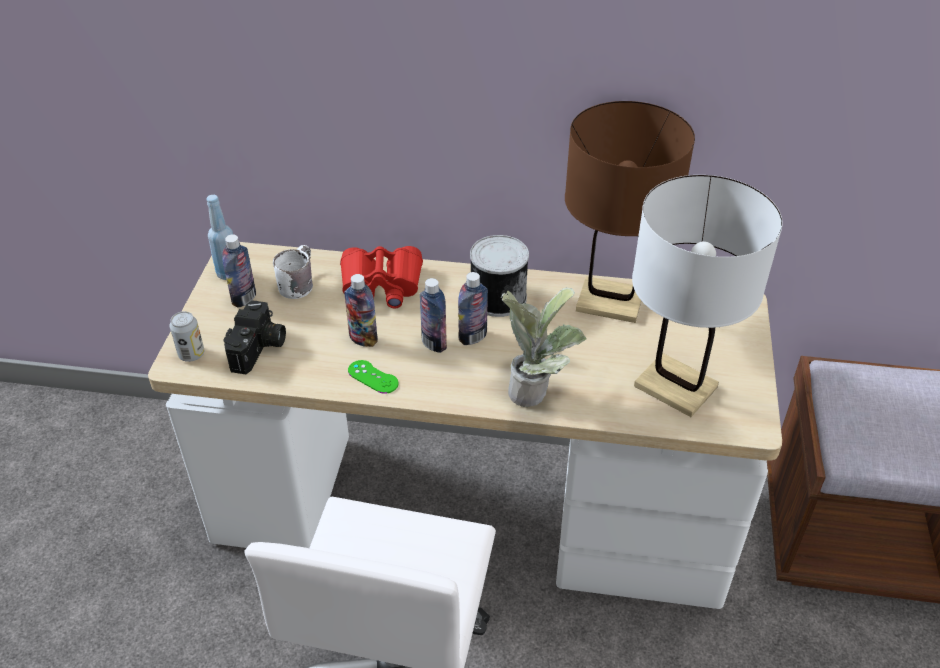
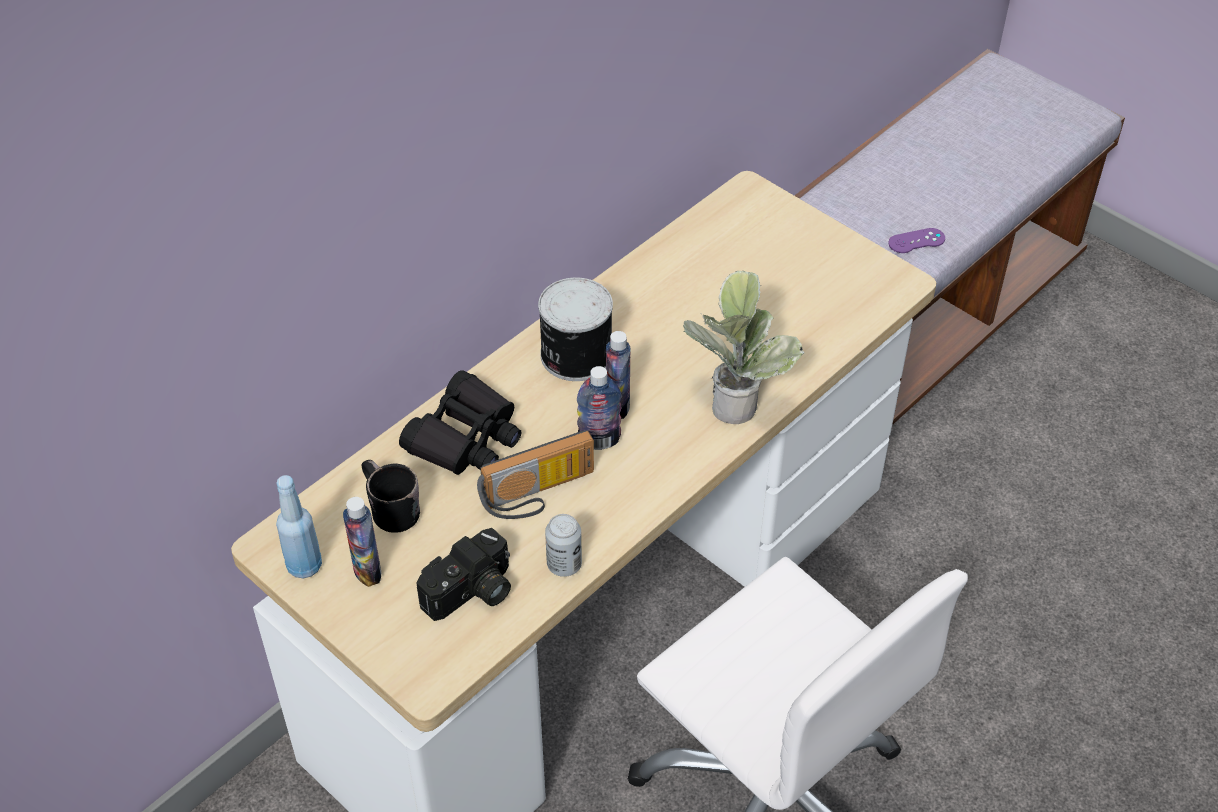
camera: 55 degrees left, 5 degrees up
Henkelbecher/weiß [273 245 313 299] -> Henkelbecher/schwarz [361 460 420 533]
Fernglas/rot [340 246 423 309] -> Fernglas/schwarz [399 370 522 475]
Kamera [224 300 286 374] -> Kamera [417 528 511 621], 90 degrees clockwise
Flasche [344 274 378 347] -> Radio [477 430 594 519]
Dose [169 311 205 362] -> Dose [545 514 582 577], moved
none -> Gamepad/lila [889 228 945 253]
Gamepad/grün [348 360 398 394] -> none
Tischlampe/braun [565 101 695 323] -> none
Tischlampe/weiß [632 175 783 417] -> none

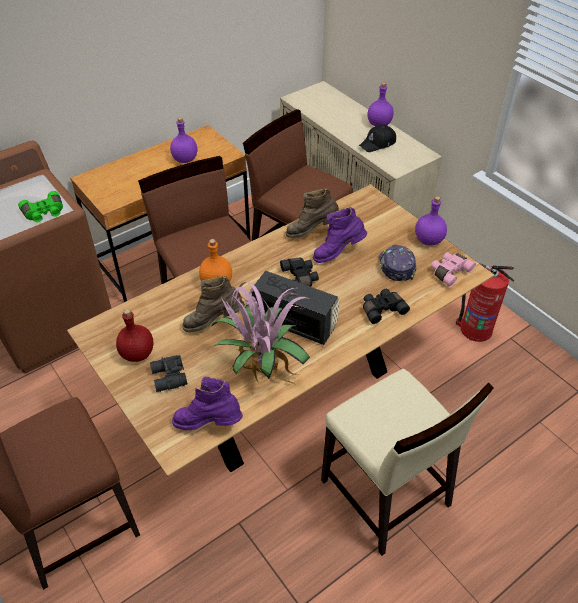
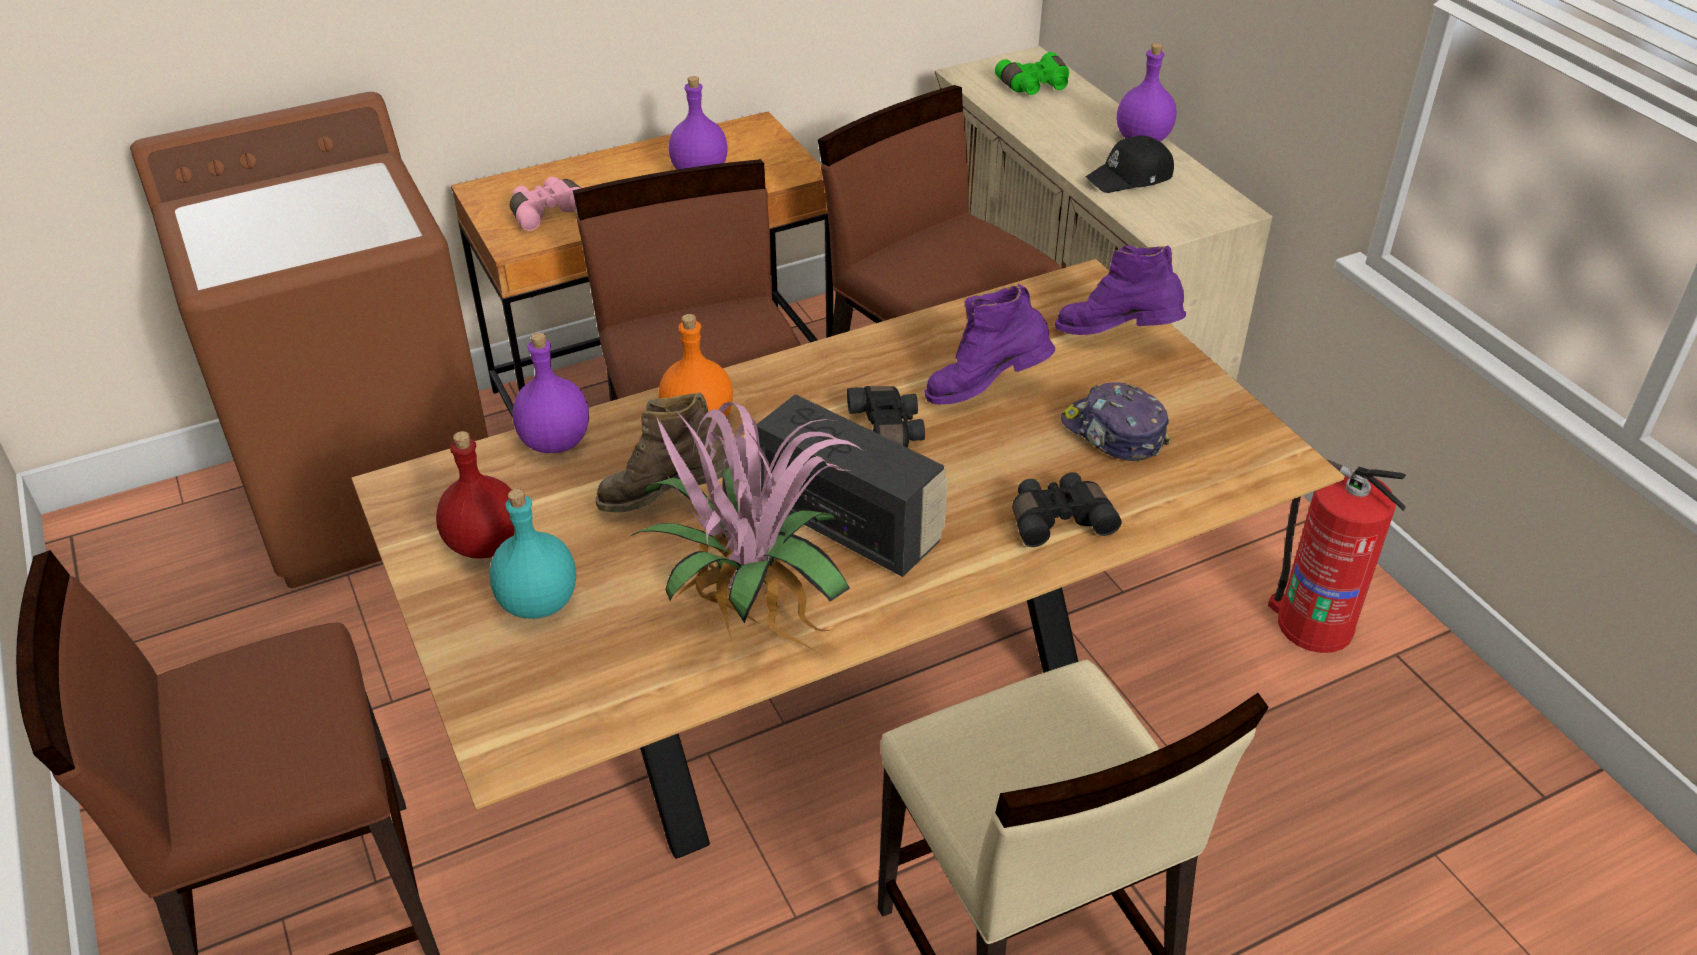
camera: 10 degrees right, 5 degrees down
Fernglas/schwarz [150 355 187 392] -> Flasche/türkis [489 489 576 619]
Fernglas/rosa [431 252 476 287] -> Fernglas/rosa [510 177 581 231], moved
Flasche/lila [415 196 447 246] -> Flasche/lila [513 332 589 453], moved
Fernglas/grün [18 191 63 223] -> Fernglas/grün [995 52 1069 95], moved
Stiefel/lila [172 377 243 430] -> Stiefel/lila [1055 245 1186 335], moved
Kappe [379 245 416 282] -> Kappe [1061 382 1171 461], 45 degrees counterclockwise
Stiefel/braun [286 188 339 238] -> none

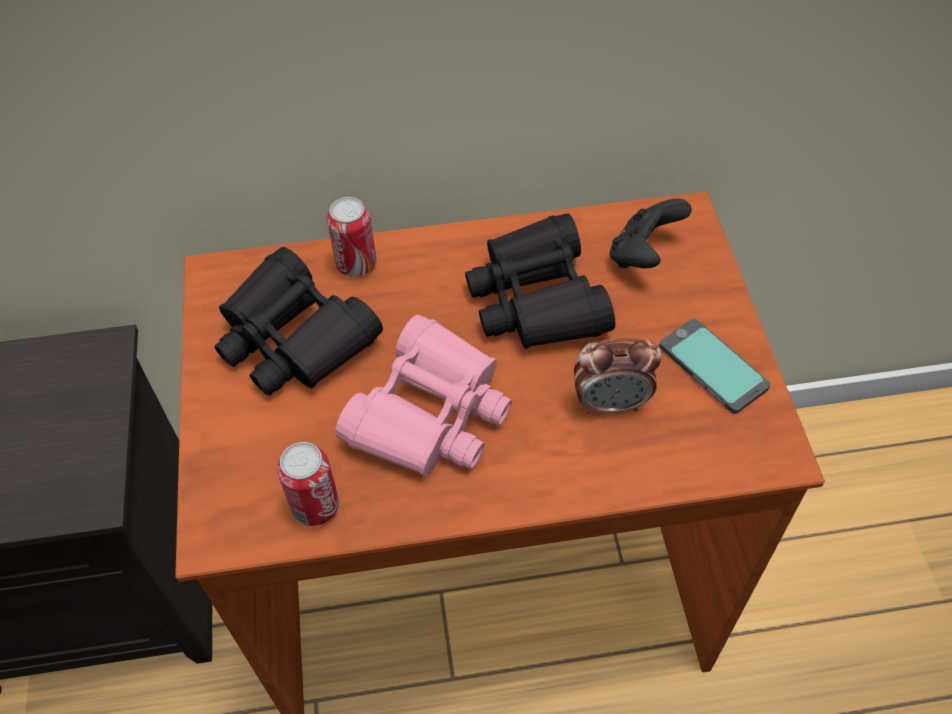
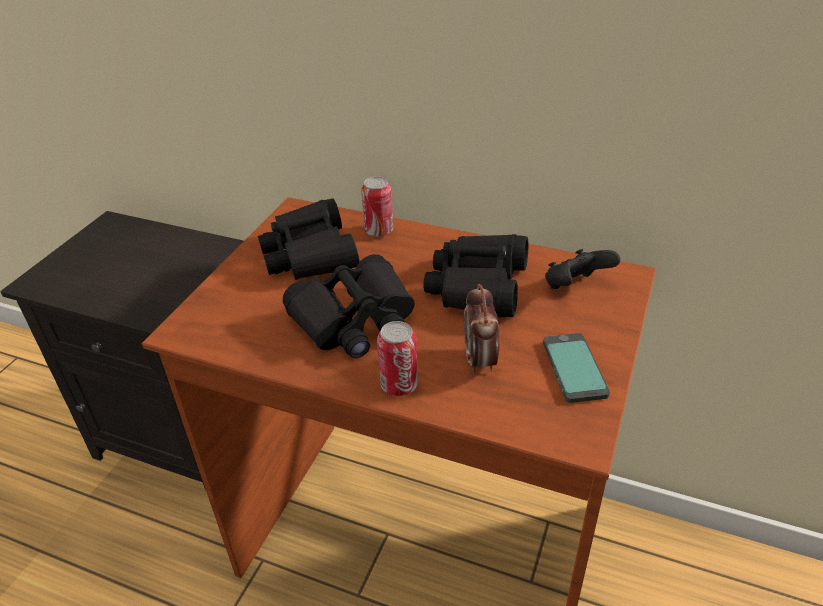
camera: 30 degrees right, 15 degrees down
Fernglas/rosa [335 315 512 476] -> Fernglas/schwarz [283 254 415 358]
Dose [277 442 339 526] -> Dose [377 321 418 396], moved
Wecker [574 337 662 414] -> Wecker [464 284 500 375], 60 degrees clockwise

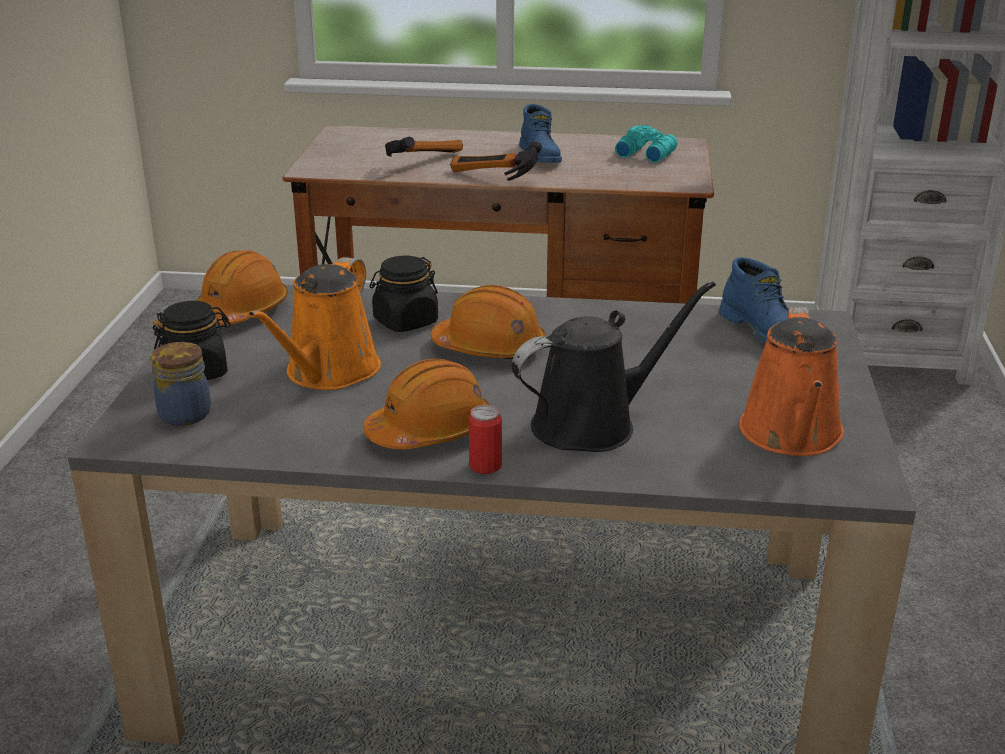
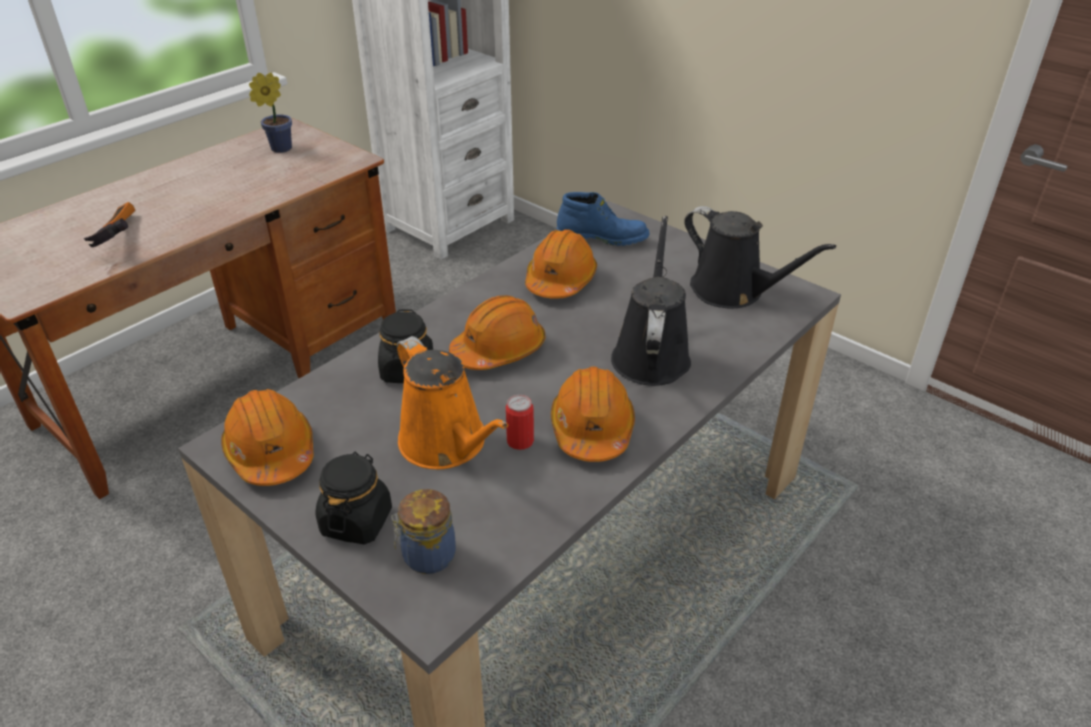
camera: 55 degrees left, 10 degrees up
Fernglas/türkis [615 125 677 163] -> Topfpflanze [249 73 292 153]
Dose [469 405 502 474] -> Dose [506 395 534 450], moved
none -> Schutzhelm/orange [525 229 597 299]
Gießkanne/orange [739 307 844 456] -> Gießkanne/schwarz [684 206 836 308]
Hammer [450 141 542 181] -> none
Stiefel/blau [519 104 562 163] -> none

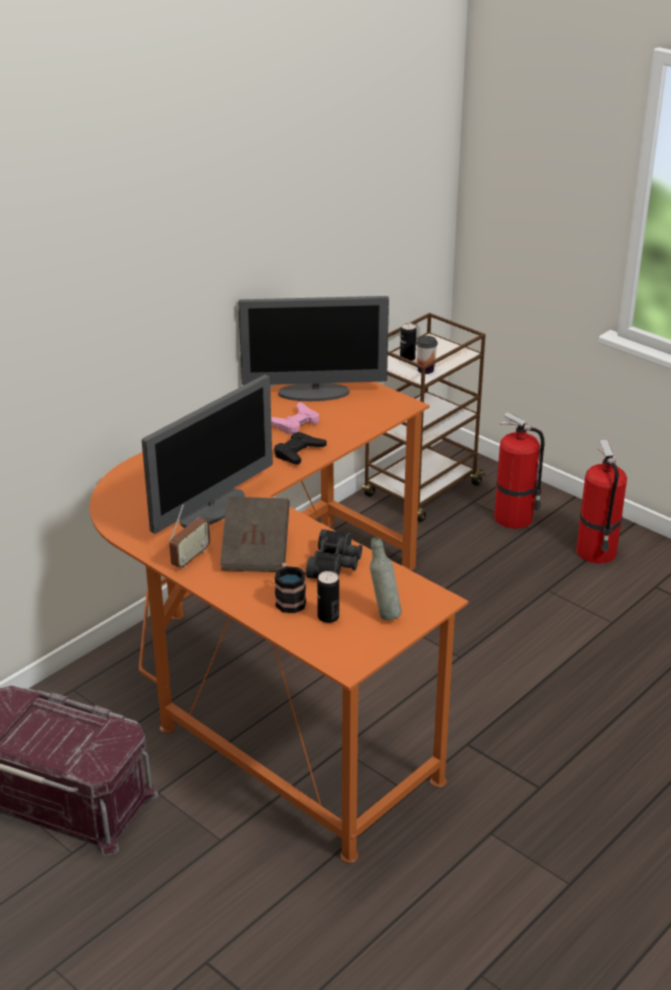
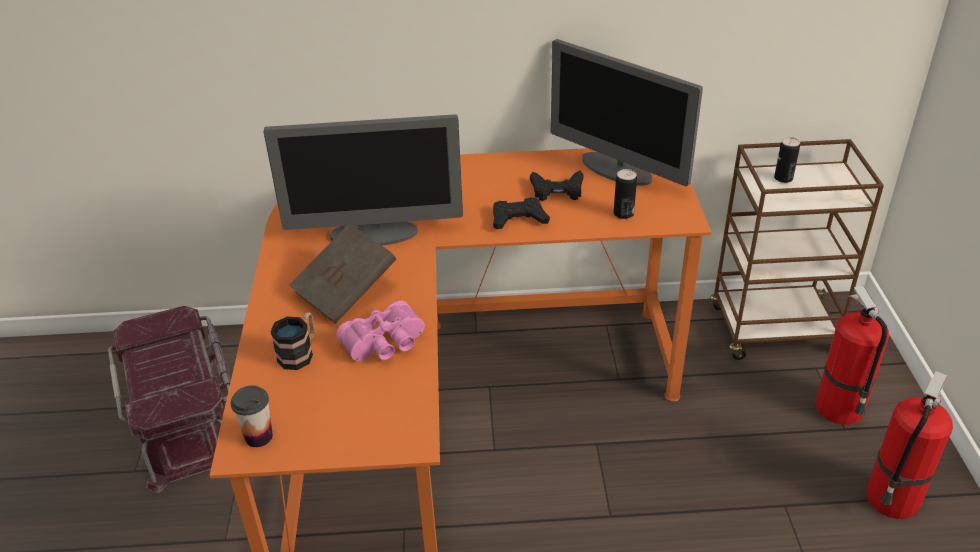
camera: 45 degrees right, 5 degrees up
Tasse [416 336 438 374] -> Tasse [231 385 273 447], moved
Fernglas/schwarz [306 529 362 579] -> Fernglas/rosa [336 301 425 361]
Gamepad/rosa [271 402 319 434] -> Gamepad/schwarz [530 171 584 201]
Dose [317 571 339 623] -> Dose [614 169 637 219], moved
Radio [169 504 210 568] -> none
Flasche/grau [370 537 401 620] -> none

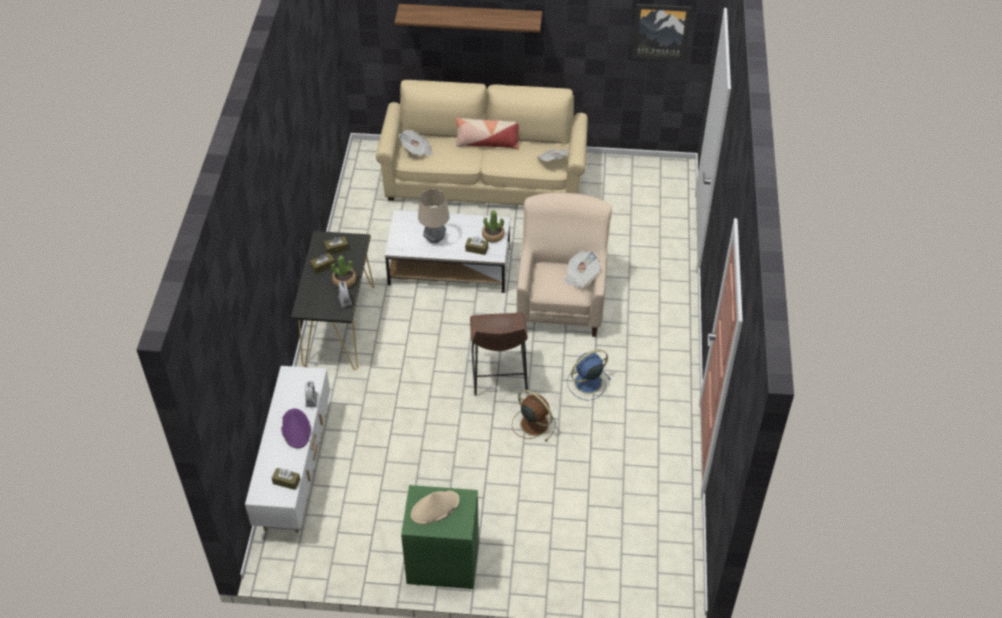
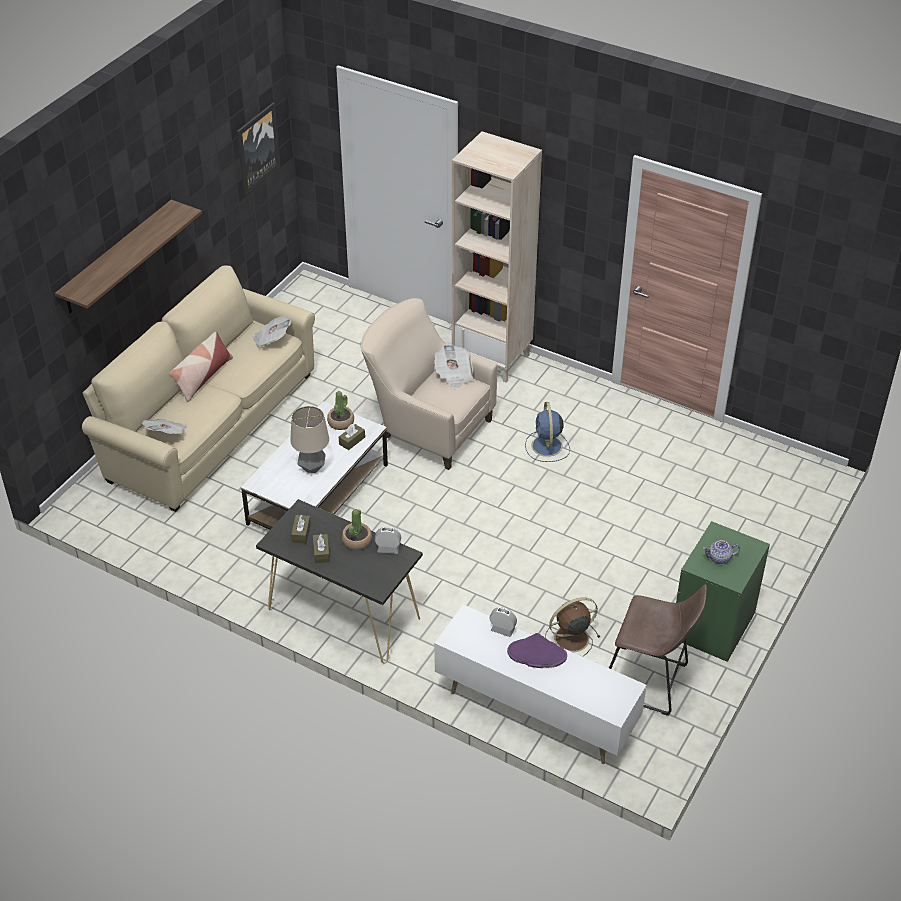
camera: 65 degrees left, 5 degrees down
none -> Bücherregal/beige [452 131 542 383]
Ventilator/braun [512 390 556 441] -> Ventilator/braun [545 597 600 657], moved
Hocker/braun [470 313 528 396] -> Hocker/braun [609 585 707 716], moved
Hut/beige [411 490 460 524] -> Teekanne [703 540 740 564]
Taschentuchbox/braun [272 468 301 490] -> none

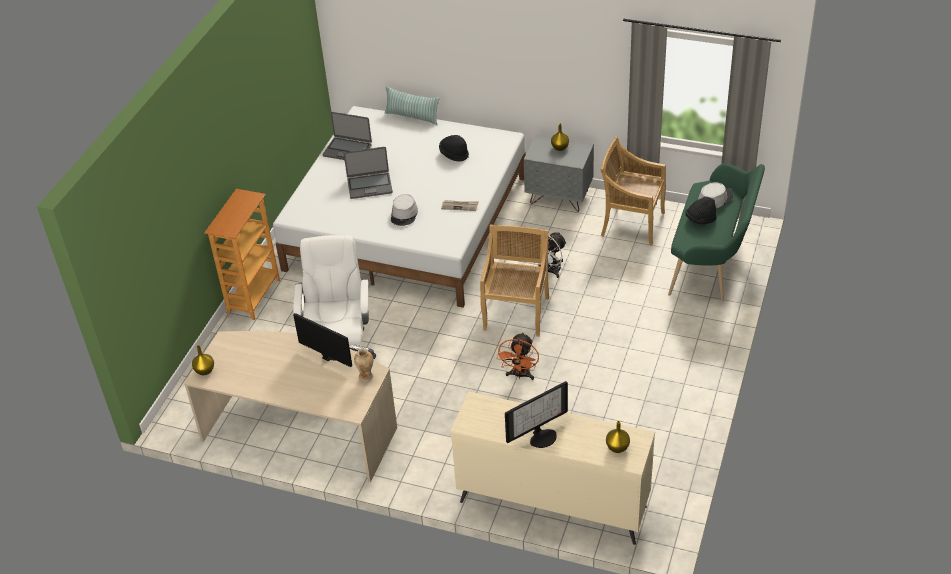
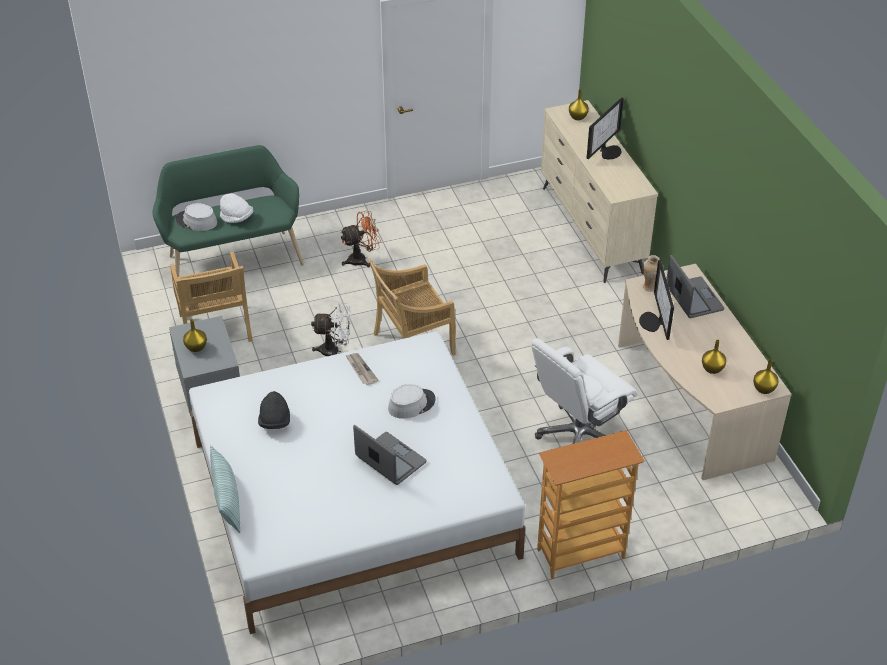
camera: 130 degrees left, 0 degrees up
Hut/schwarz [685 197 717 224] -> Hut/weiß [220 193 253 223]
Ventilator/orange [497 333 539 380] -> Ventilator/orange [340 211 381 267], moved
Monitor [505 381 568 448] -> Monitor [587 97 624 159], 105 degrees clockwise
Laptop [323 112 372 160] -> Laptop [666 255 724 318], moved
none -> Vase/gelb [702 340 726 374]

